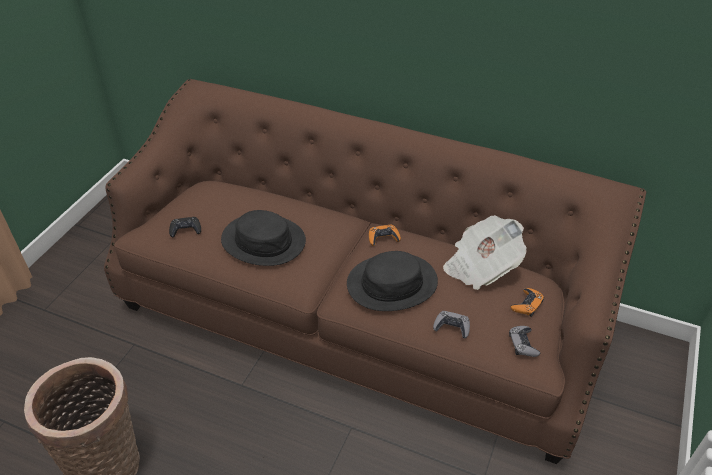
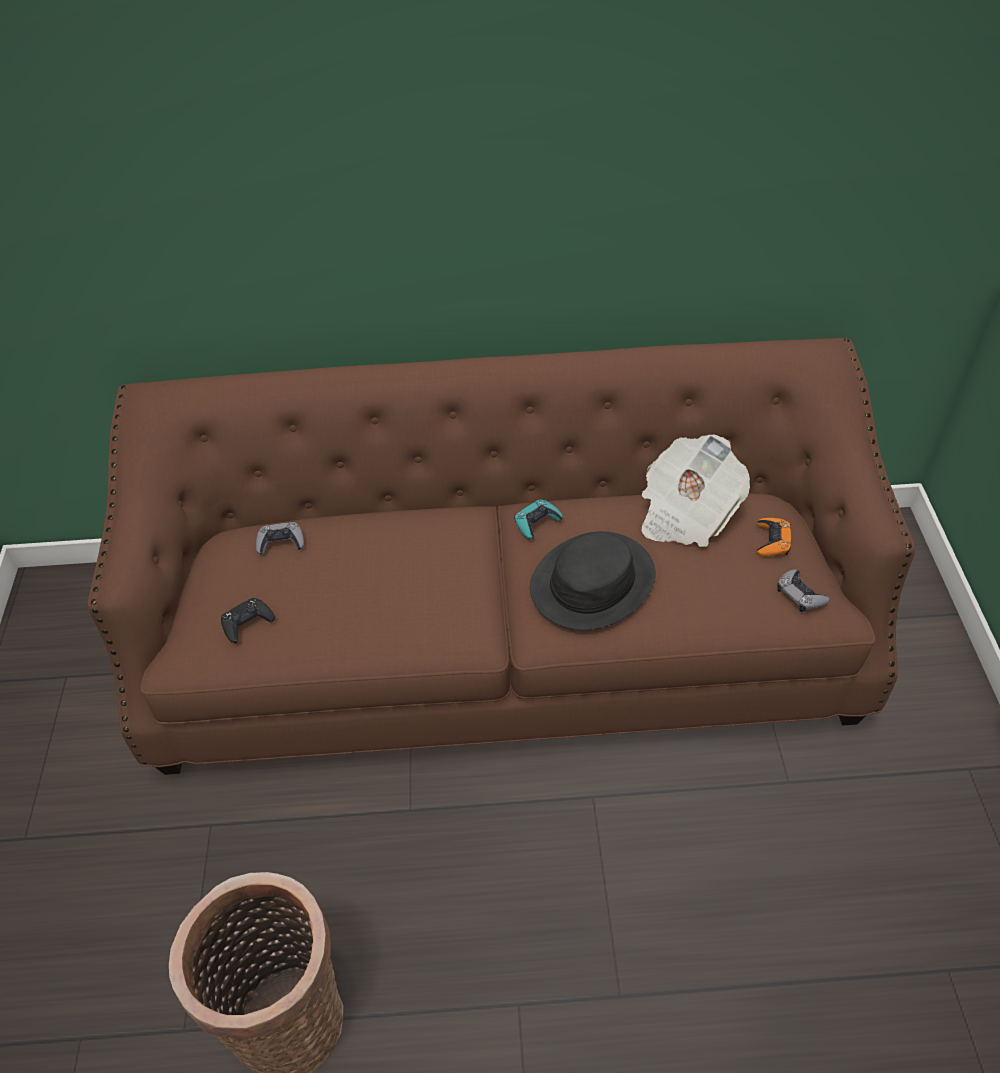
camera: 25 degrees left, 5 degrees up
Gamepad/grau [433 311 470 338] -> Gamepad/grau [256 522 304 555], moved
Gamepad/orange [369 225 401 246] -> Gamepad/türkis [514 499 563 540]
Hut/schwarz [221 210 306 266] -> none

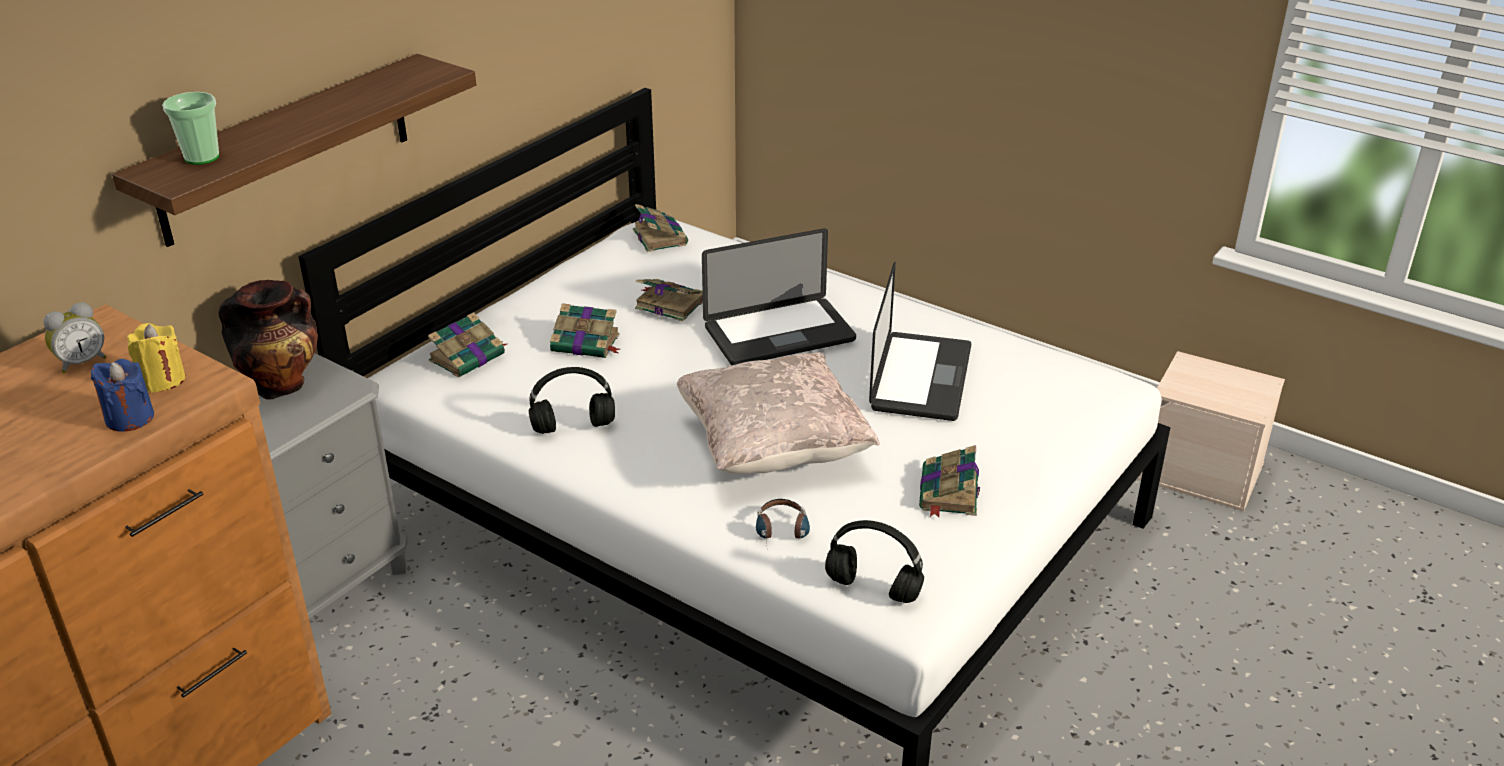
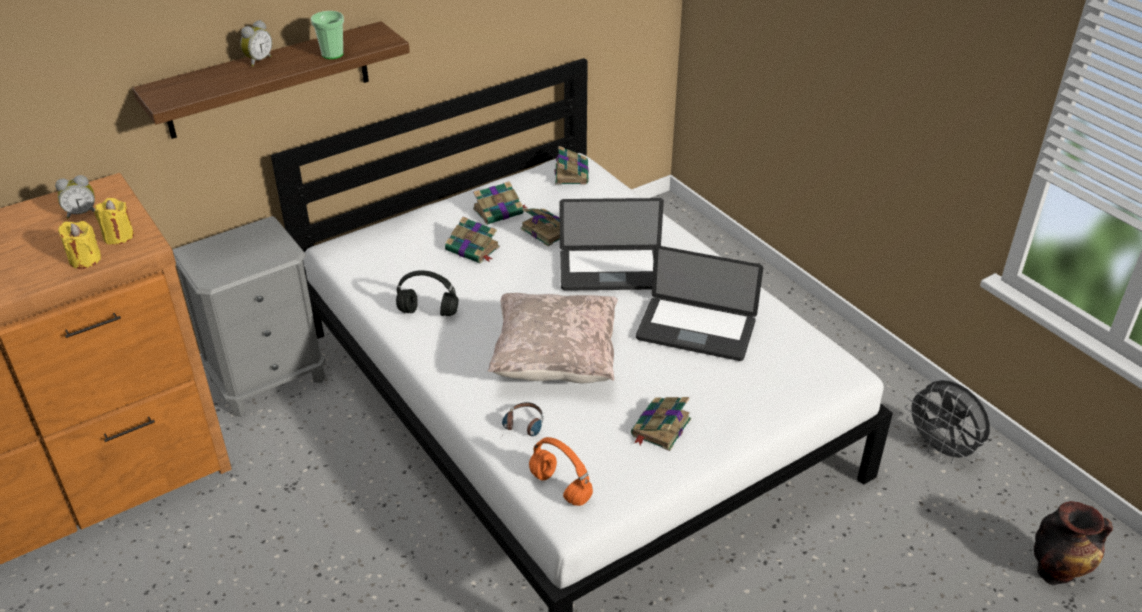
camera: 20 degrees right, 5 degrees up
Kerze/blau [91 359 154 431] -> Kerze/gelb [58 221 101 269]
none -> Wecker [240 20 272 67]
Tasse [162 92 219 165] -> Tasse [311 11 344 59], moved
Buch [428 312 507 378] -> Buch [473 181 527 225], moved
Kopfhörer/schwarz [825 520 924 603] -> Kopfhörer/orange [529 437 593 506]
Laptop [869 262 971 421] -> Laptop [636 245 763 361], 75 degrees clockwise
Aufbewahrungsbox/beige [1137 351 1285 512] -> Ventilator/grau [905 380 990 463]
Vase [218 280 318 400] -> Vase [1034 501 1113 585], moved

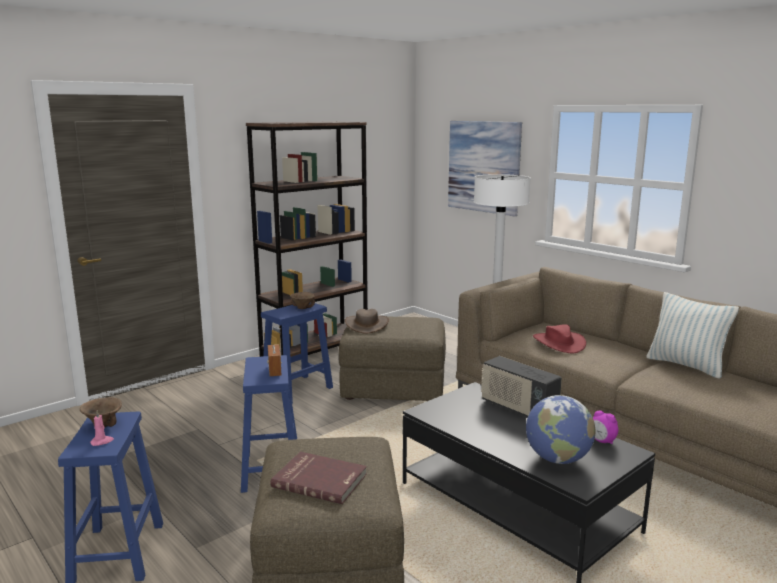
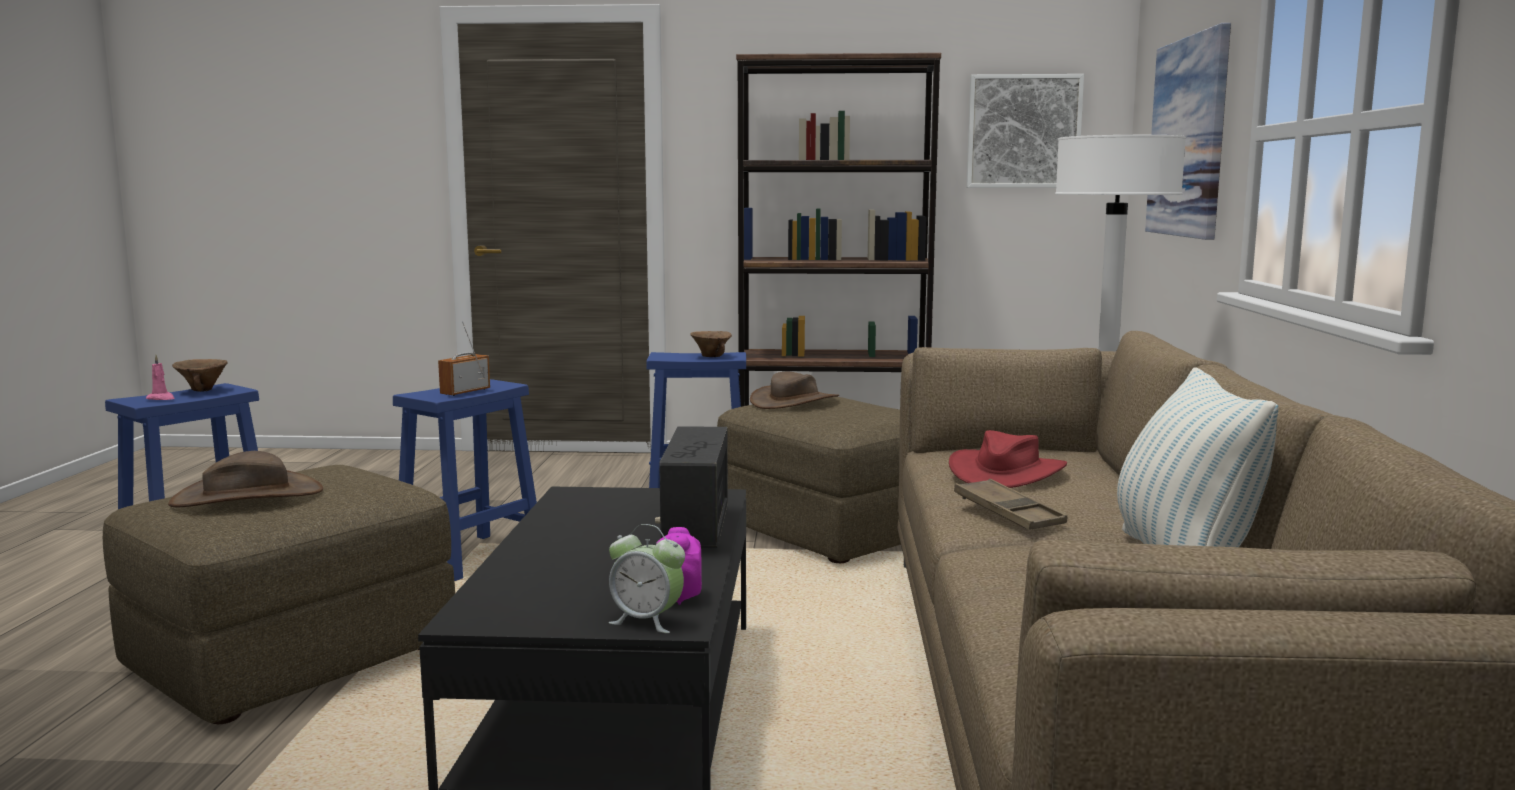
camera: 45 degrees right, 5 degrees down
Buch/rot [271 452 367 504] -> Hut/braun [168 451 323 507]
none -> Wecker [609 524 685 633]
none -> Tablett/braun [954 479 1067 530]
none -> Bild [966 74 1084 188]
Globus [526 395 595 464] -> none

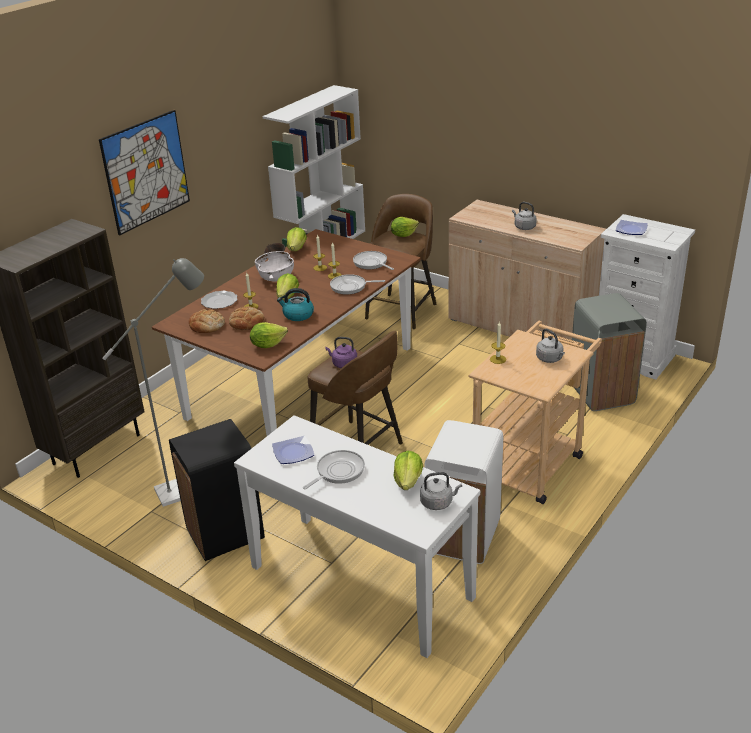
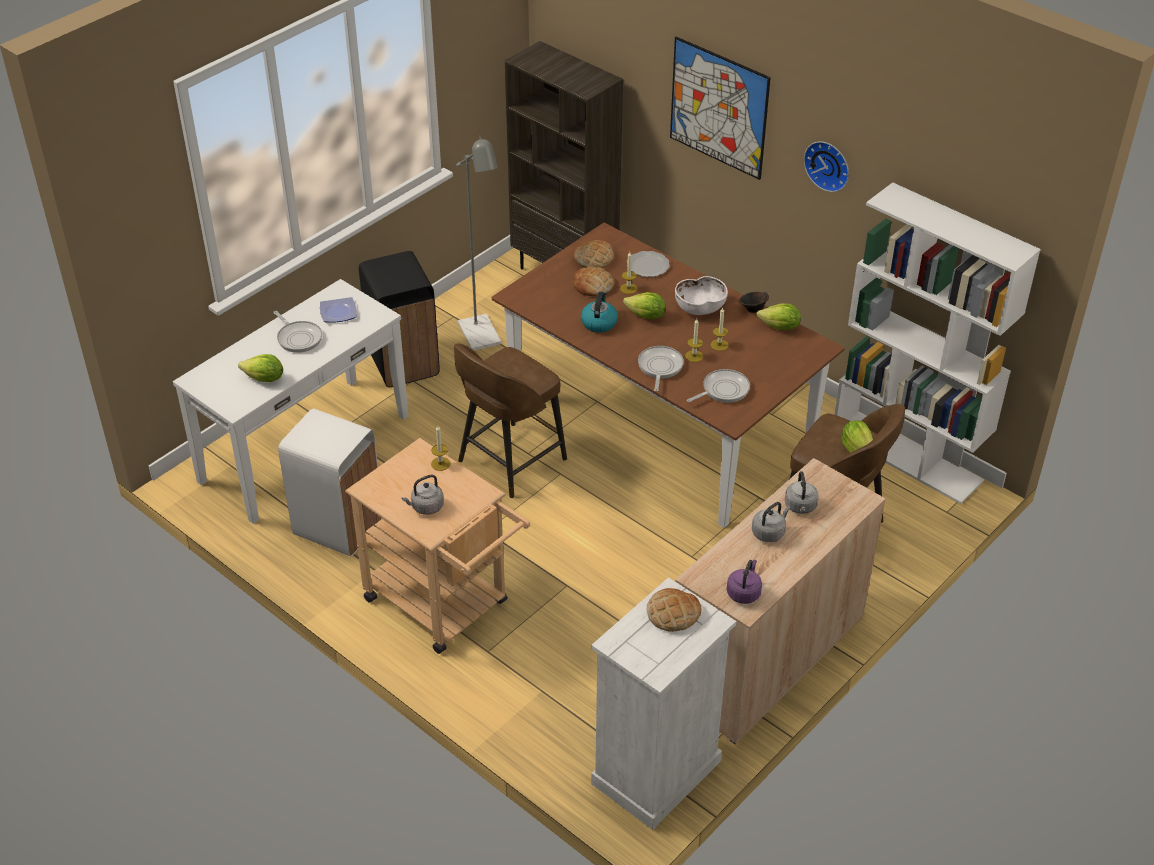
camera: 95 degrees right, 10 degrees up
Teller [616 220 648 235] -> Brot [647 588 701 632]
Wasserkessel/lila [325 337 357 368] -> Wasserkessel/lila [727 560 762 604], moved
Wasserkessel/grau [420 472 462 510] -> Wasserkessel/grau [785 471 819 514], moved
none -> Wanduhr [803 141 849 192]
Salatkopf [250 322 288 348] -> none
Mülleimer/grau [572 293 647 411] -> none

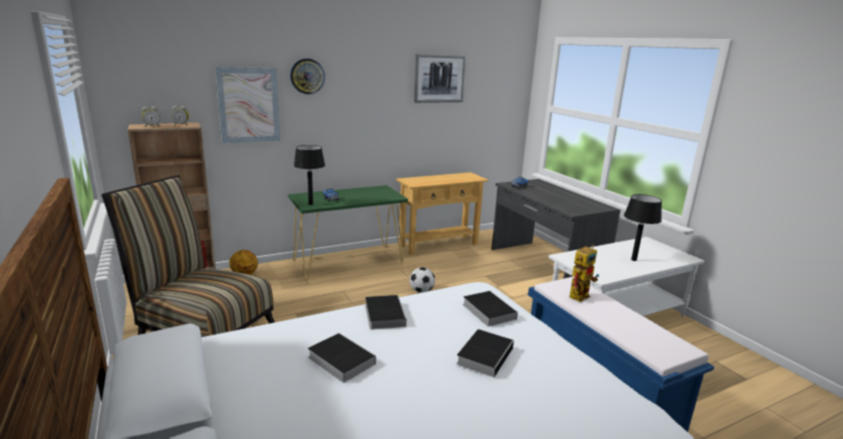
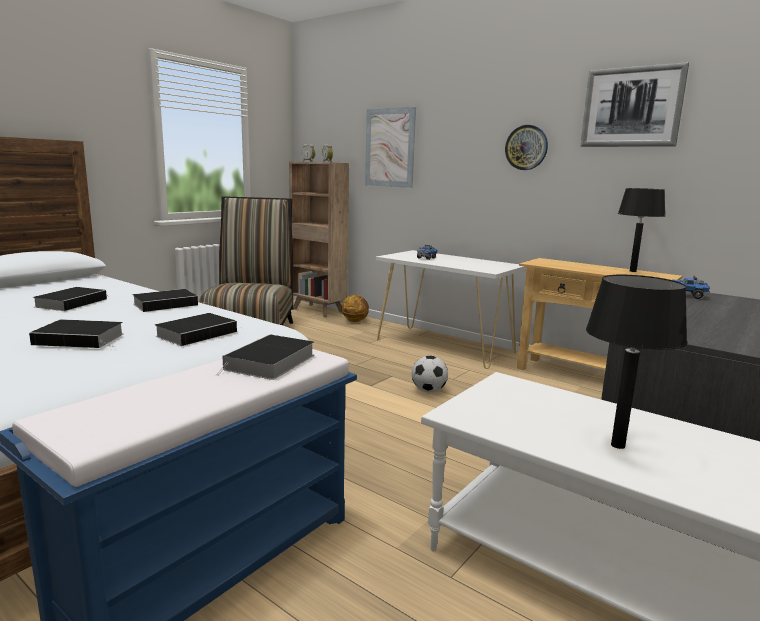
camera: 65 degrees right, 5 degrees down
Spielzeugroboter [569 245 599 302] -> Buch [217 334 314 380]
Konsolentisch/grün [288 185 408 280] -> Konsolentisch/weiß [376 250 527 369]
Wanduhr [290 58 325 94] -> Wanduhr [505 125 548 170], moved
Tischlampe/schwarz [294 145 325 205] -> Tischlampe/schwarz [618 188 665 272], moved

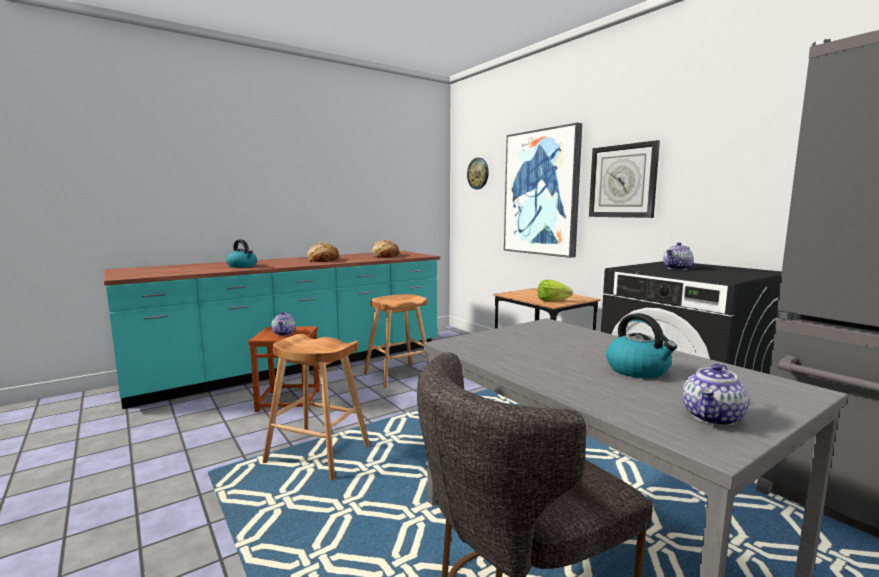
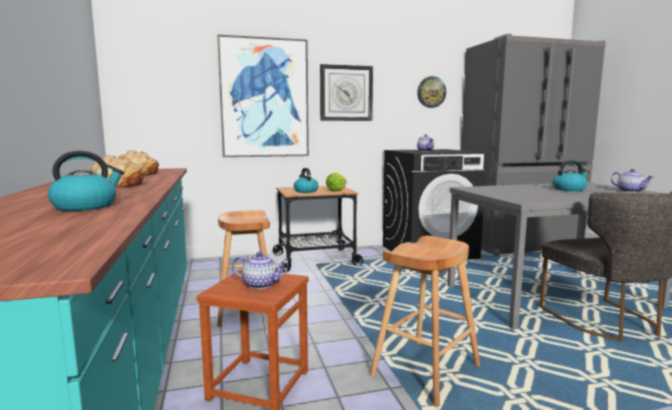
camera: 70 degrees left, 0 degrees up
none -> Wasserkessel [294 168 319 193]
Wanduhr [467 158 489 189] -> Wanduhr [417 76 446 108], moved

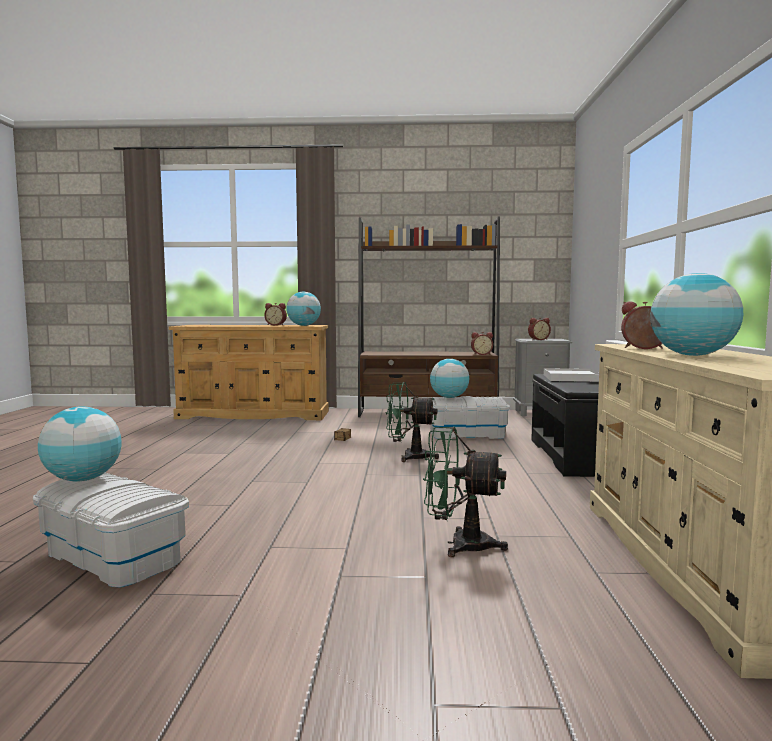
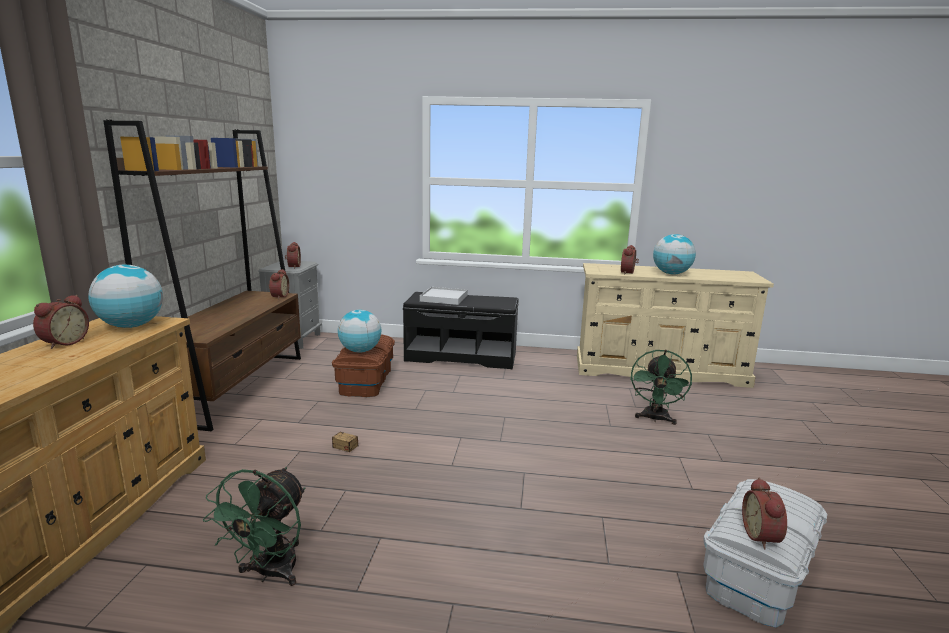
camera: 85 degrees left, 10 degrees up
Ventilator/grün [386 382 439 462] -> Ventilator/grün [203 467 305 586], moved
Aufbewahrungsbox/weiß [430 396 510 439] -> Aufbewahrungsbox/braun [332 335 395 397]
Globus [38 406 122 482] -> Wecker [742 478 787 549]

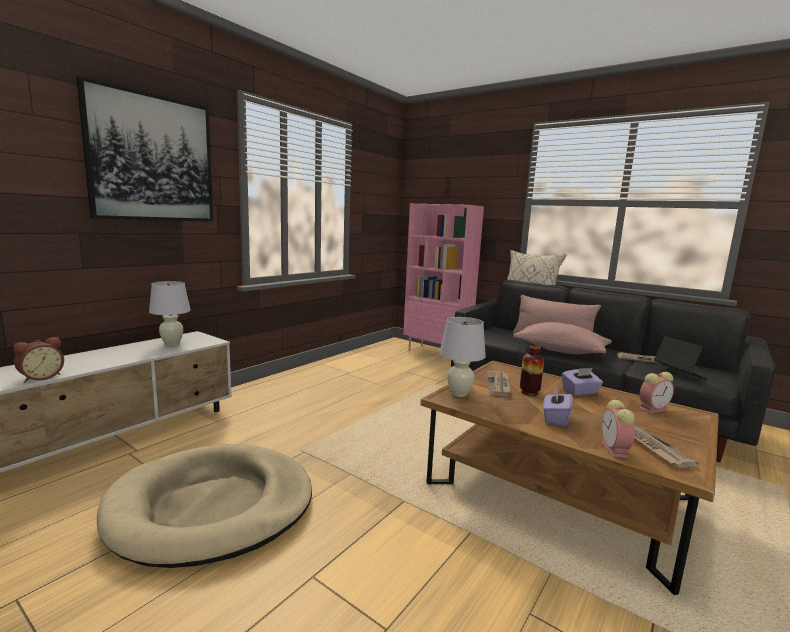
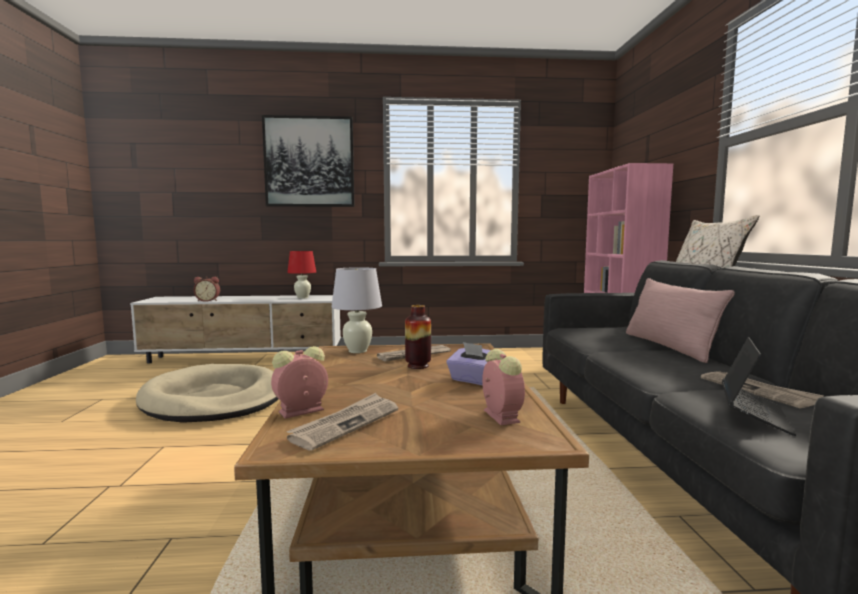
camera: 50 degrees right, 5 degrees down
Tischlampe/weiß [149 281 191 346] -> Tischlampe/rot [287 251 316 299]
Wecker [639 372 674 414] -> Wecker [482 349 525 425], 135 degrees counterclockwise
Kissen/rosa [513 322 612 354] -> none
Taschentuchbox/lila [543 386 573 427] -> none

